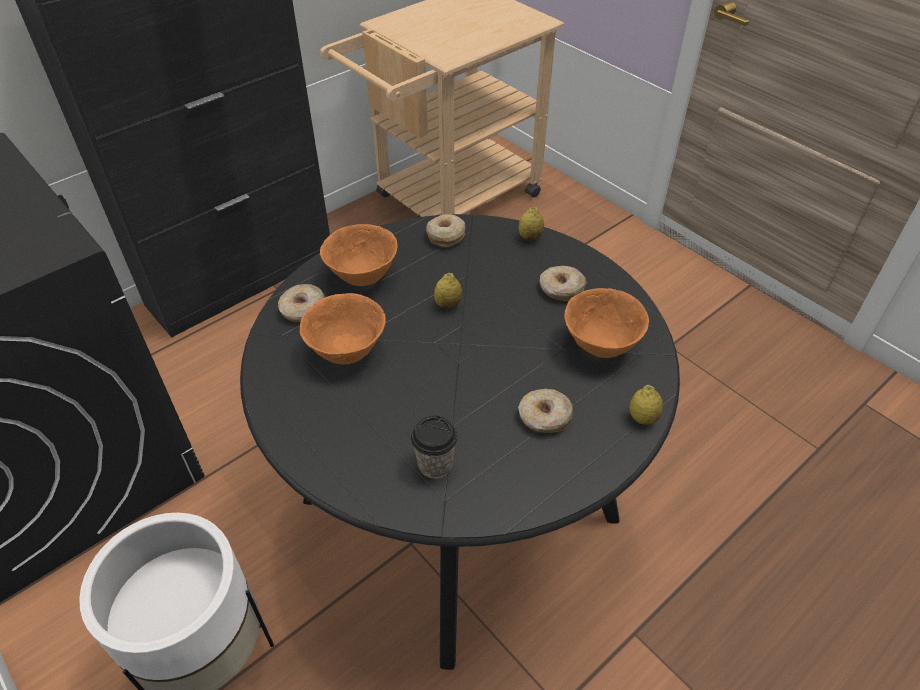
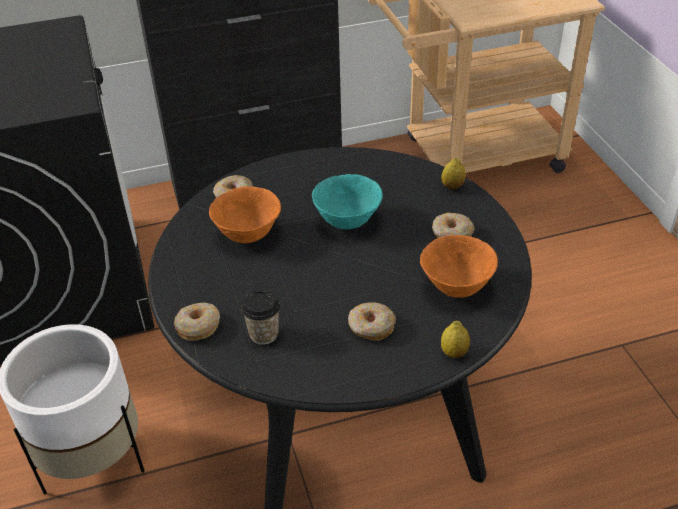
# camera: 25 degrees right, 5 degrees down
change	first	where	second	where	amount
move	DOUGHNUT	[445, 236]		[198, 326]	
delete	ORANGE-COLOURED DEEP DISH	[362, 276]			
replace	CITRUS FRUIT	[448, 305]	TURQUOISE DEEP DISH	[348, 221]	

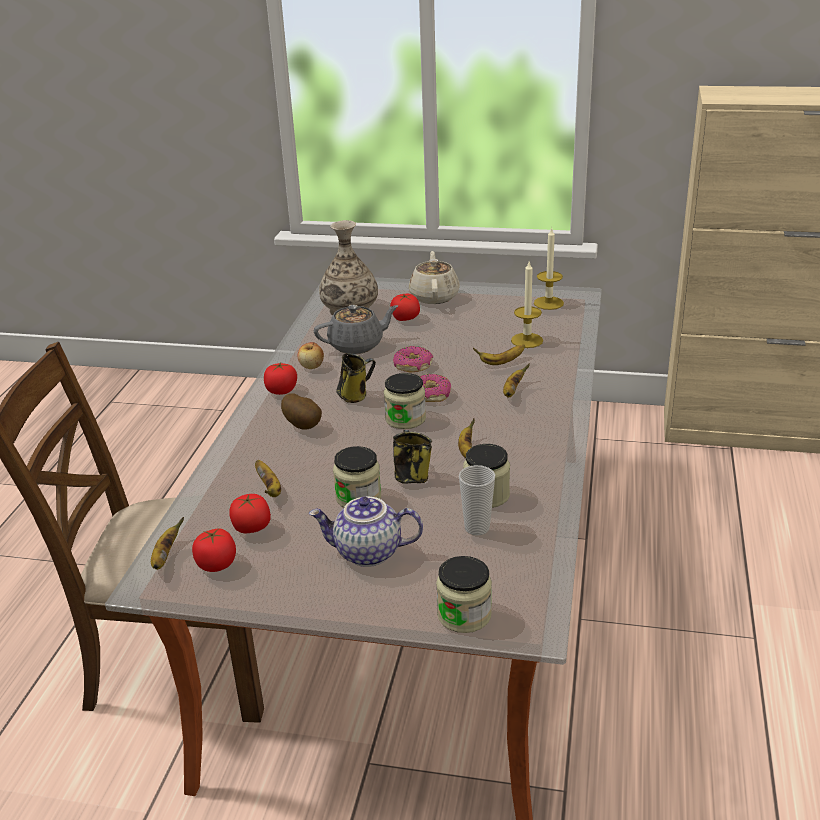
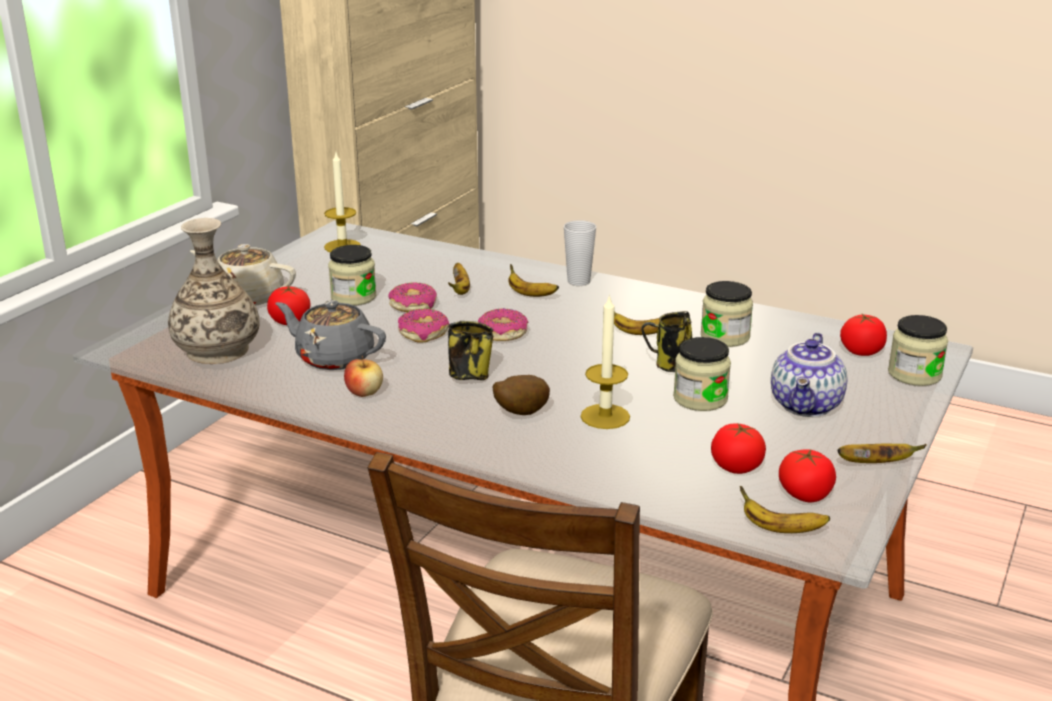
# camera: 75 degrees left, 5 degrees down
change	first	where	second	where	amount
move	WAX LIGHT	[527, 340]		[605, 416]	
rotate	GRAY TEA POT	[357, 345]		[333, 358]	60 degrees counterclockwise
move	FRESH TOMATO	[281, 390]		[861, 351]	
move	JAR	[405, 419]		[353, 297]	
move	BANANA FRUIT	[270, 489]		[875, 464]	
move	DRINKING CUP	[477, 528]		[578, 281]	
insert			DOUGHNUT	[413, 305]	

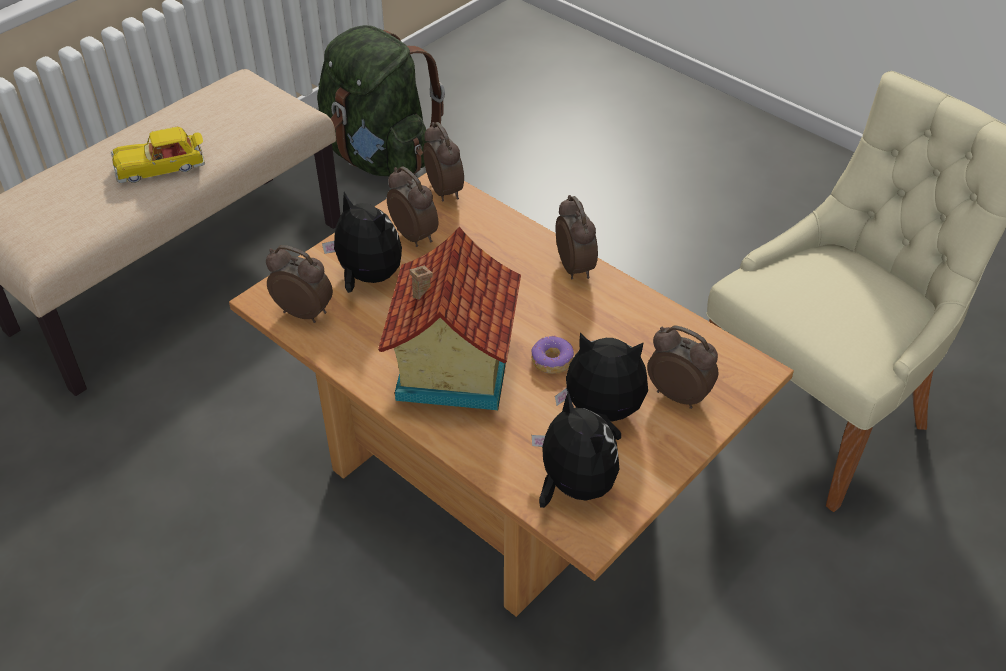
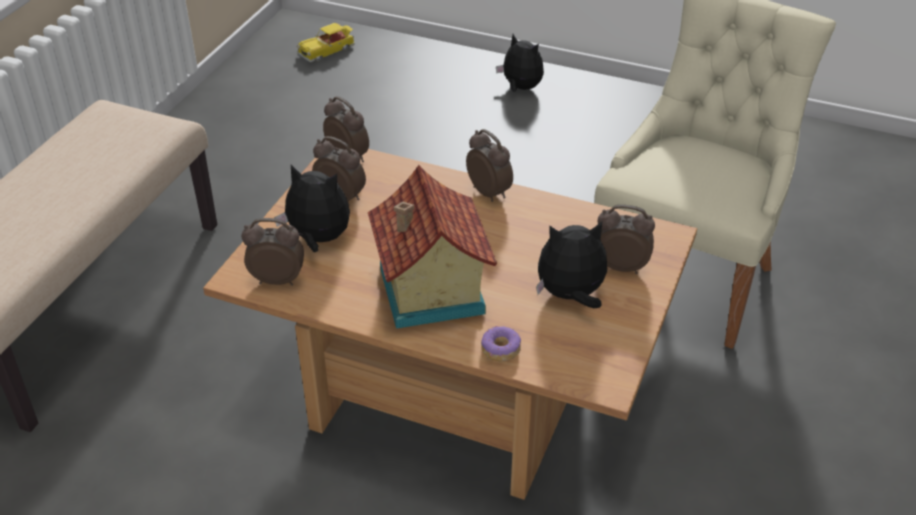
# camera: 20 degrees left, 5 degrees down
change	first	where	second	where	amount
delete	GREEN KNAPSACK	[380, 157]			
move	MODEL CAR	[162, 167]		[327, 50]	
move	DOUGHNUT	[551, 360]		[500, 349]	
move	SOFT TOY	[573, 486]		[520, 88]	

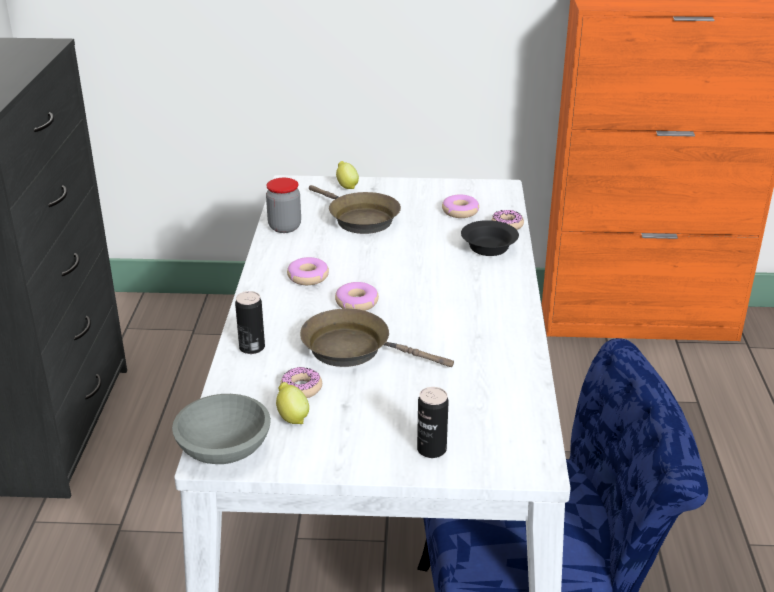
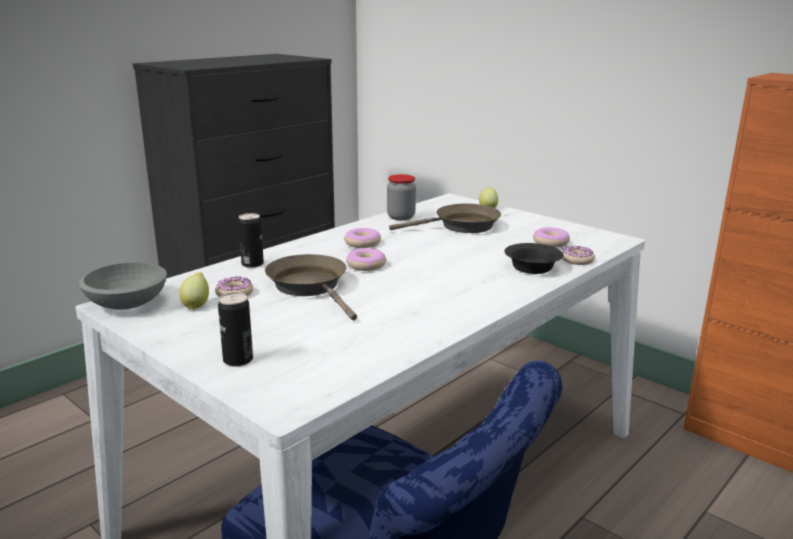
# camera: 40 degrees right, 10 degrees down
change	first	where	second	where	amount
rotate	BROWN PAN	[359, 219]		[461, 226]	105 degrees counterclockwise

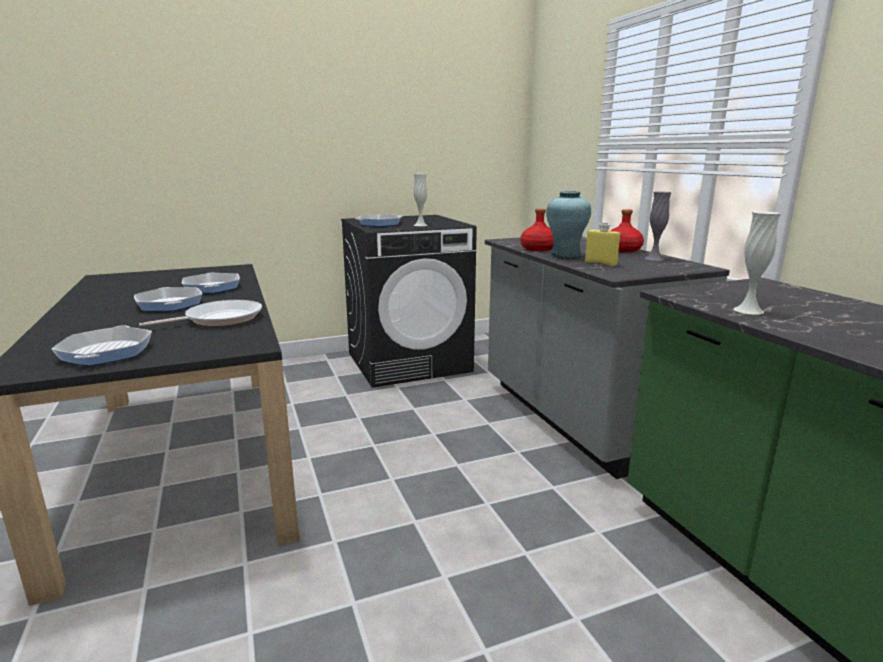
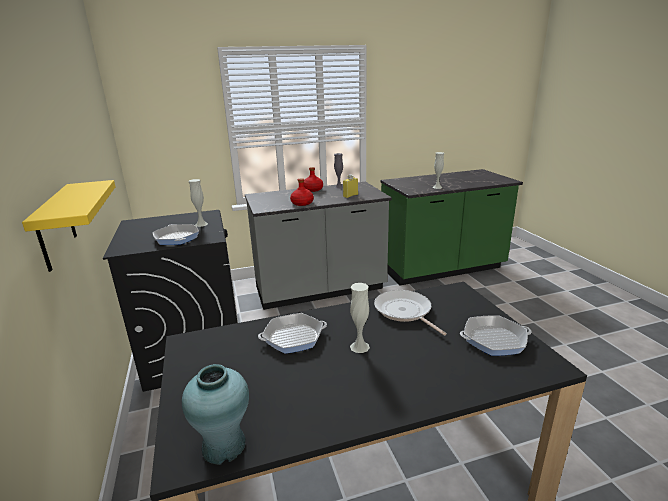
# camera: 85 degrees left, 5 degrees up
change	first	where	second	where	amount
move	TURQUOISE VASE	[565, 256]		[224, 446]	
replace	PAN	[170, 304]	WHITE VASE	[359, 347]	
insert			YELLOW WALL SHELF	[55, 226]	

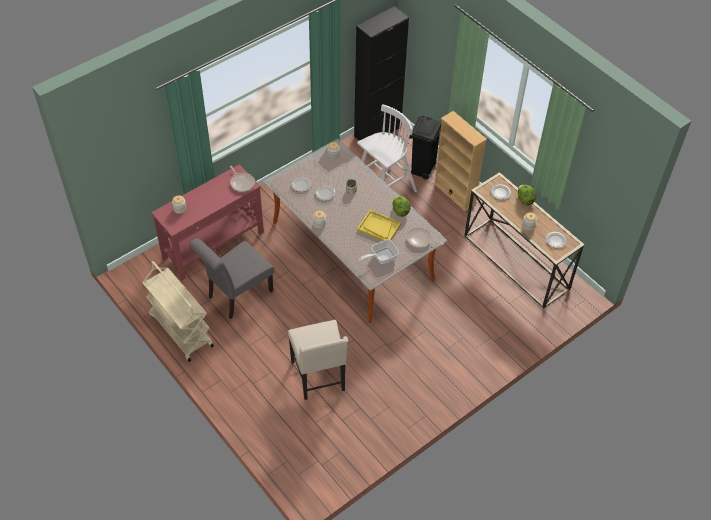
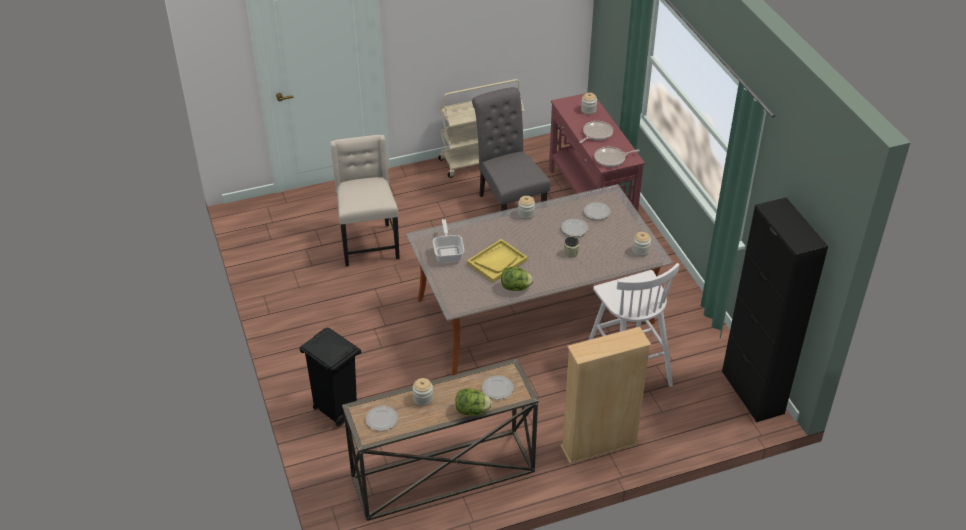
# camera: 110 degrees right, 10 degrees down
change	first	where	second	where	amount
move	BLACKISH TRASH CAN	[422, 170]		[336, 410]	
move	PAN	[420, 240]		[596, 134]	
rotate	BEIGE-COLOURED UPRIGHT CHAIR	[319, 377]		[368, 244]	75 degrees clockwise

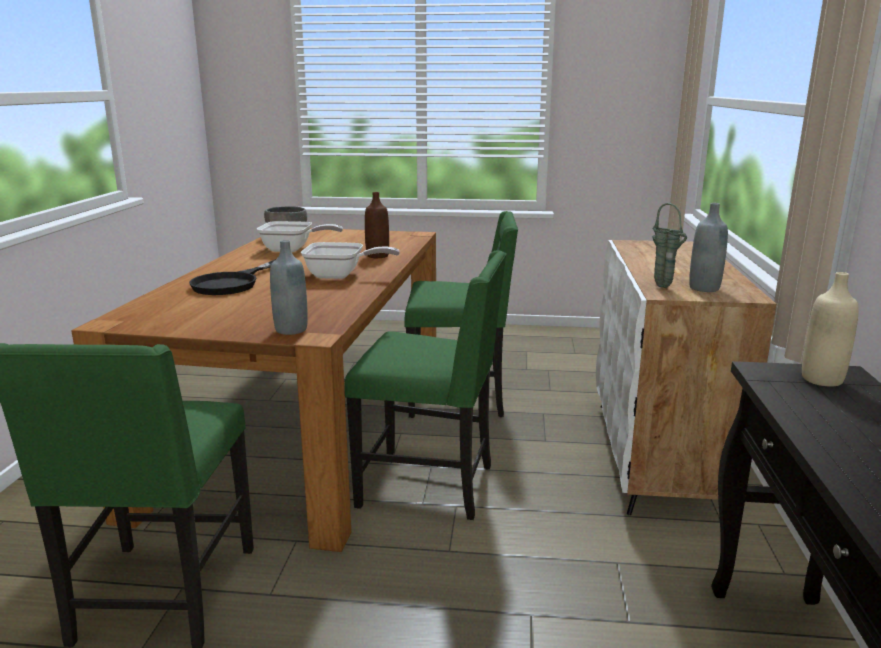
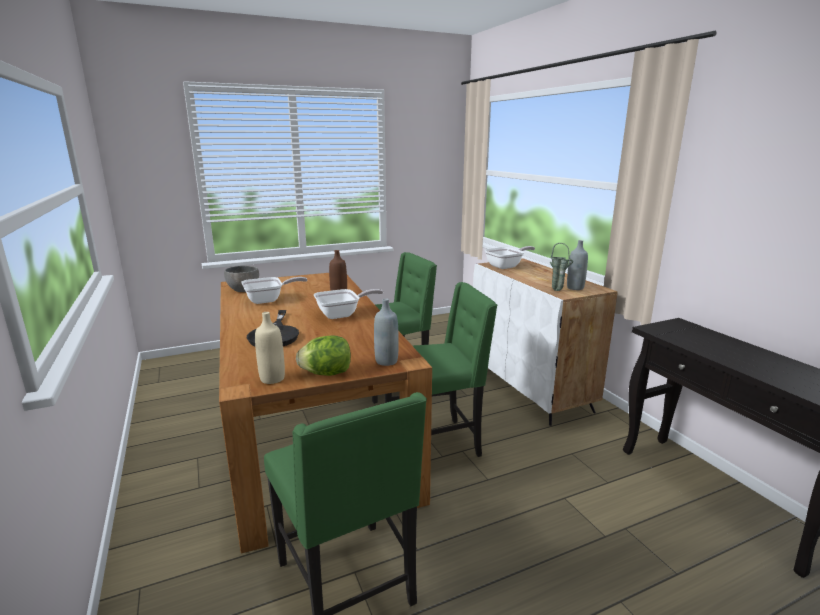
# camera: 30 degrees left, 0 degrees up
change	first	where	second	where	amount
move	BEIGE-COLOURED BEVERAGE BOTTLE	[822, 379]		[272, 378]	
insert			PAN	[506, 266]	
insert			LETTUCE HEAD	[327, 373]	

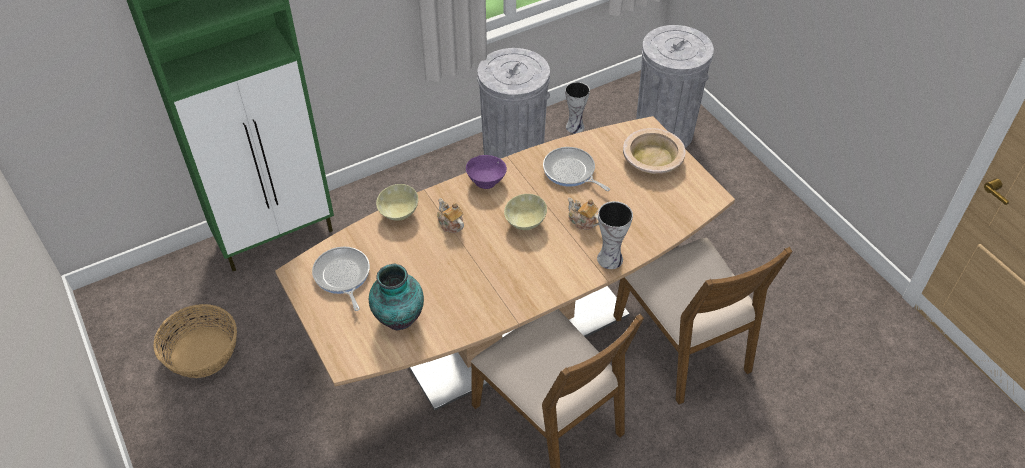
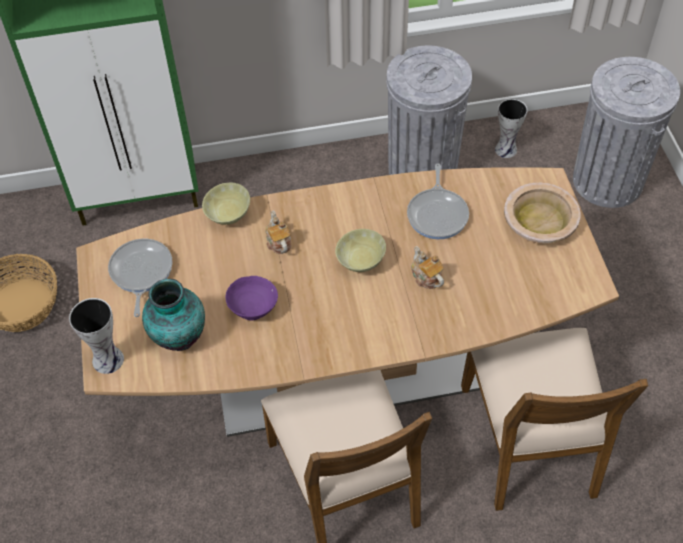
# camera: 20 degrees right, 5 degrees up
change	first	where	second	where	amount
rotate	PAN	[571, 172]		[438, 214]	150 degrees counterclockwise
move	PURPLISH DEEP DISH	[487, 181]		[254, 309]	
move	VASE	[610, 258]		[109, 358]	

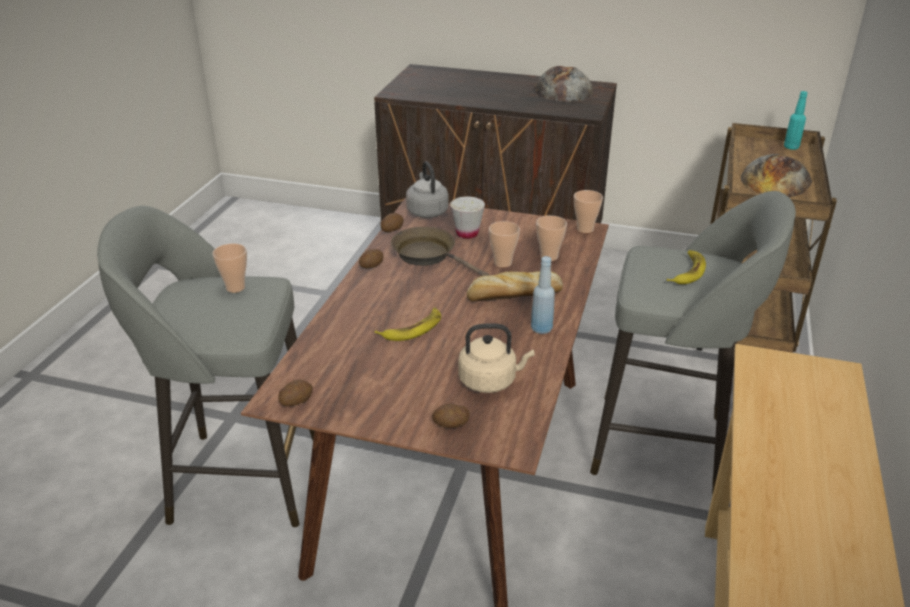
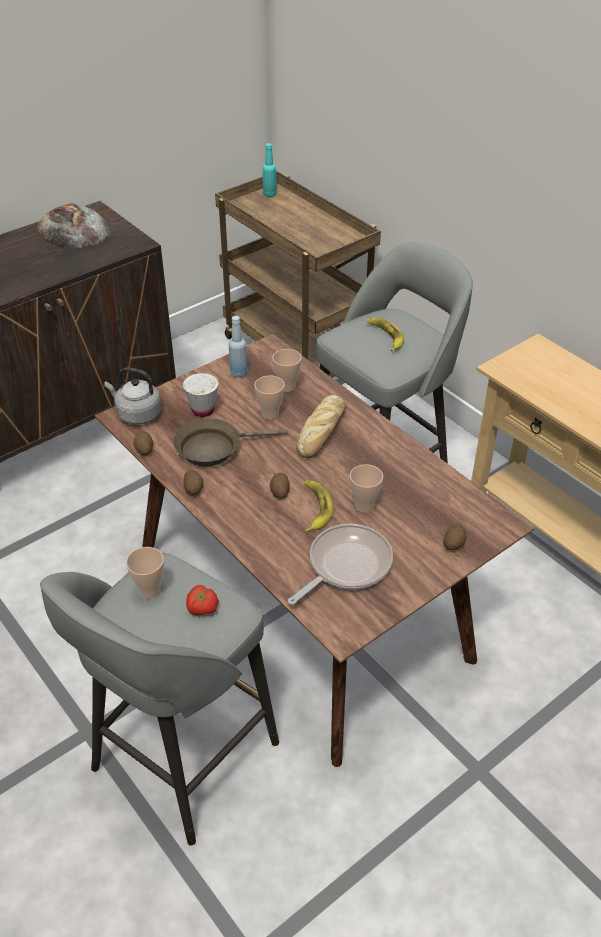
# camera: 55 degrees left, 10 degrees up
change	first	where	second	where	amount
delete	BREAD	[776, 180]			
move	DRINKING CUP	[585, 229]		[364, 506]	
move	BLUE-COLOURED BEVERAGE BOTTLE	[541, 329]		[239, 373]	
delete	BEIGE-COLOURED KETTLE	[490, 381]			
move	SPUD	[296, 401]		[279, 491]	
insert			PAN	[346, 565]	
insert			FRESH TOMATO	[202, 608]	

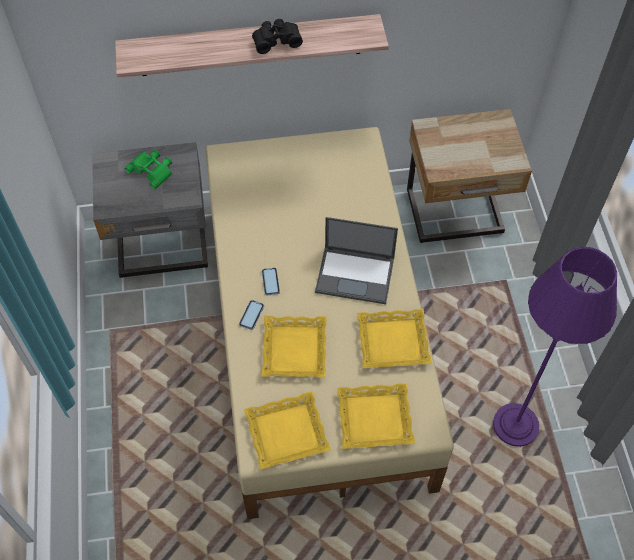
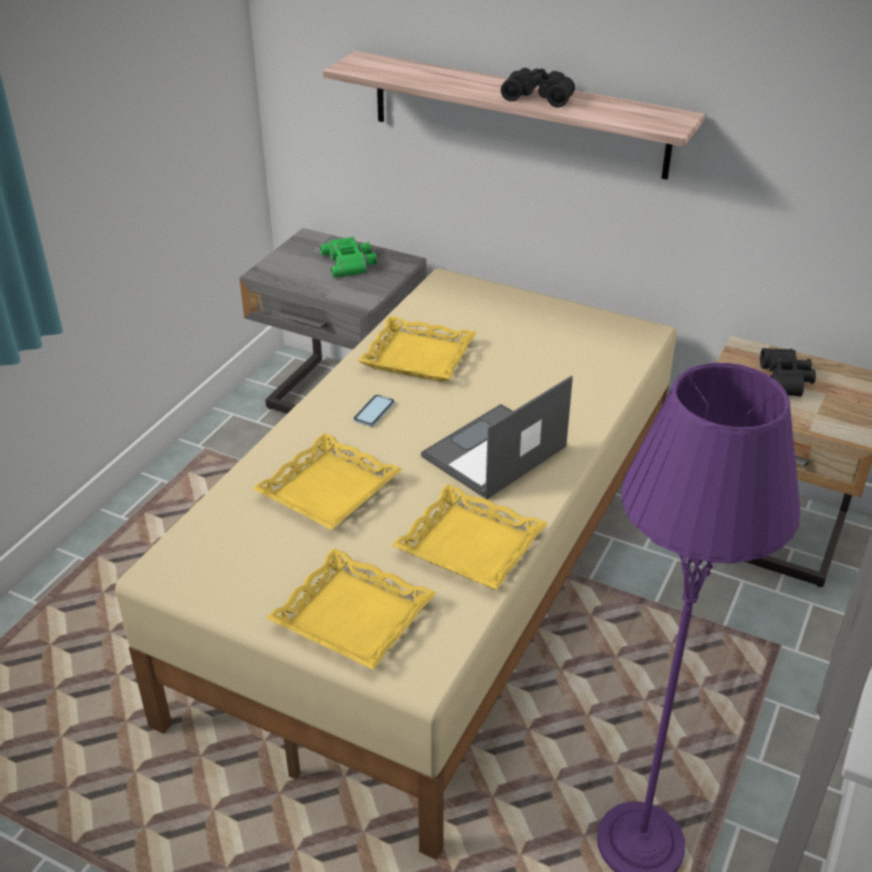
# camera: 35 degrees right, 20 degrees down
change	first	where	second	where	amount
rotate	NOTEBOOK COMPUTER	[356, 275]		[493, 453]	90 degrees clockwise
delete	PHONE	[251, 315]			
move	YELLOW TRAY	[287, 432]		[419, 356]	
insert			BLACKISH BINOCULARS	[786, 380]	

